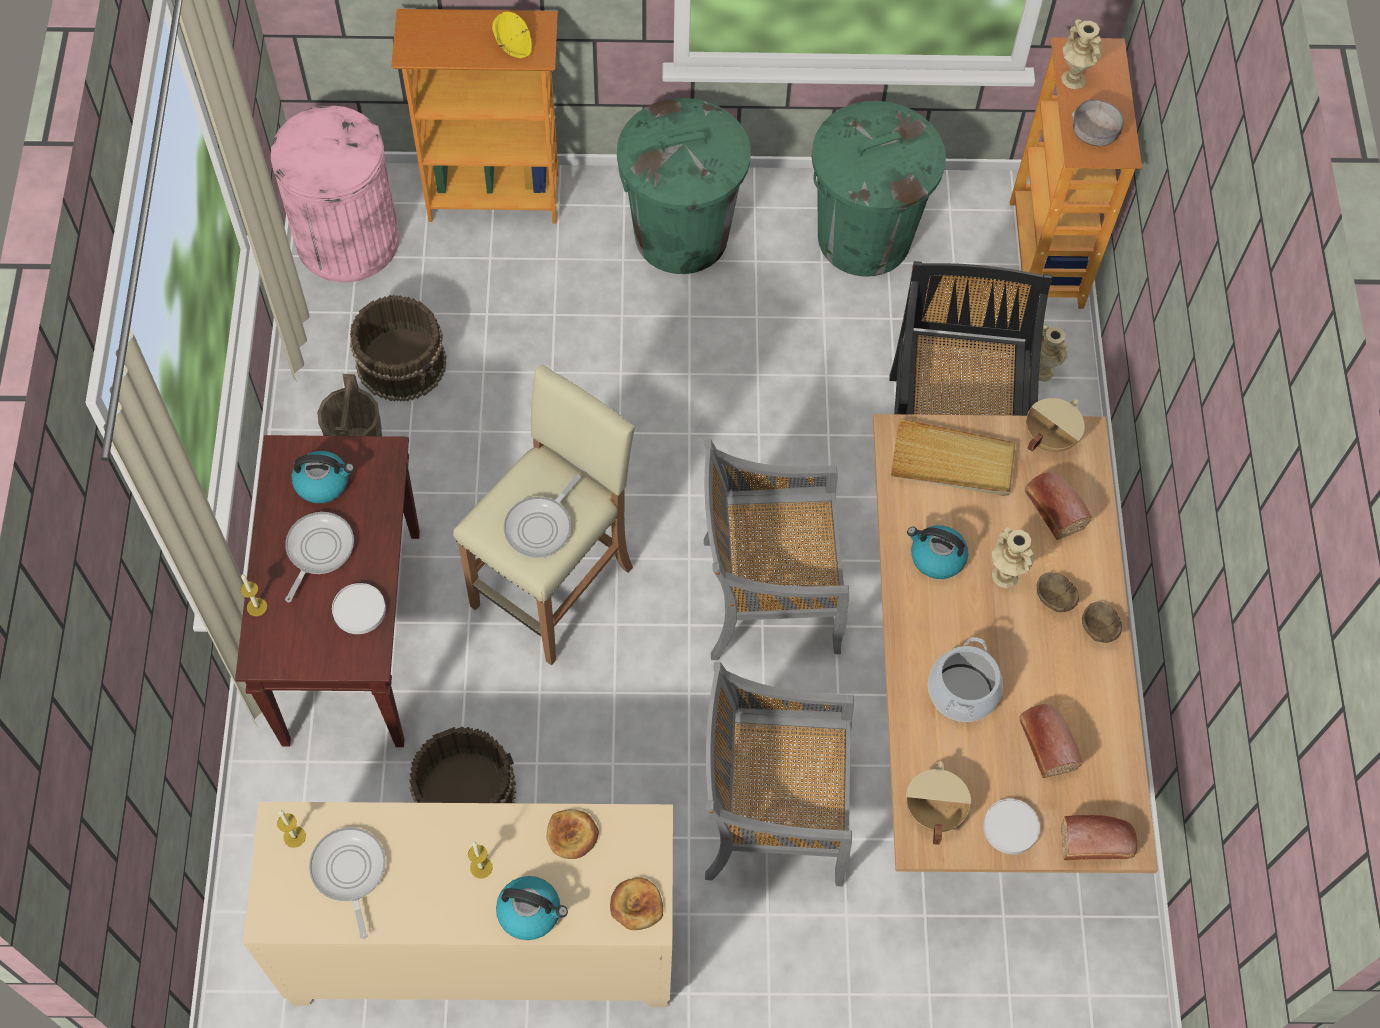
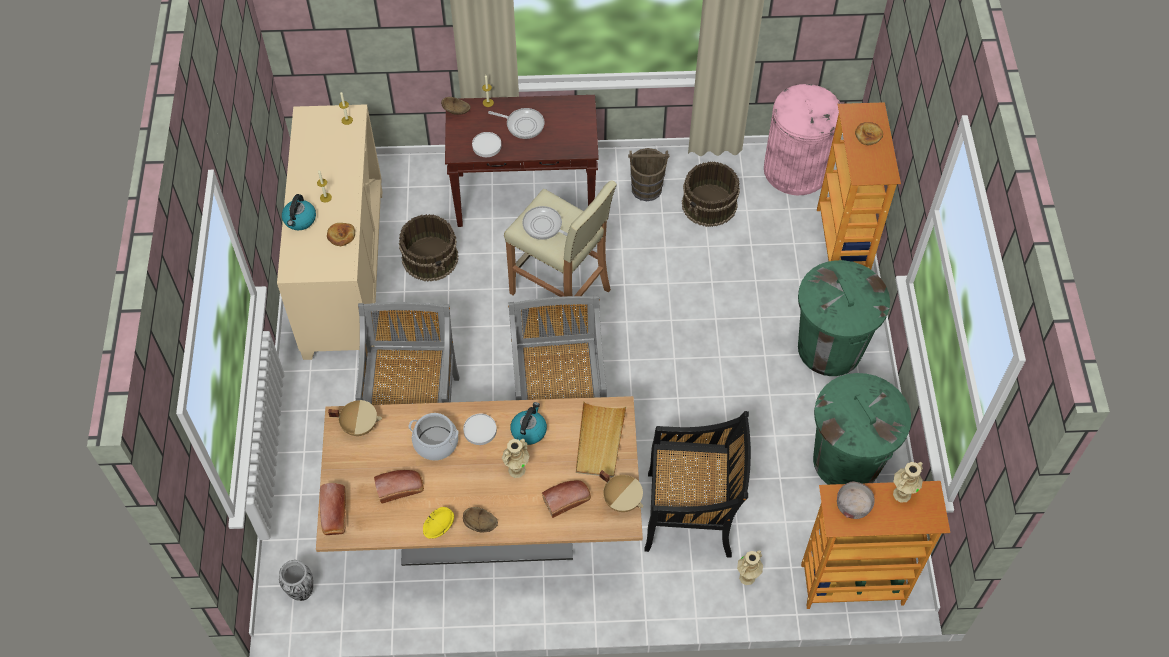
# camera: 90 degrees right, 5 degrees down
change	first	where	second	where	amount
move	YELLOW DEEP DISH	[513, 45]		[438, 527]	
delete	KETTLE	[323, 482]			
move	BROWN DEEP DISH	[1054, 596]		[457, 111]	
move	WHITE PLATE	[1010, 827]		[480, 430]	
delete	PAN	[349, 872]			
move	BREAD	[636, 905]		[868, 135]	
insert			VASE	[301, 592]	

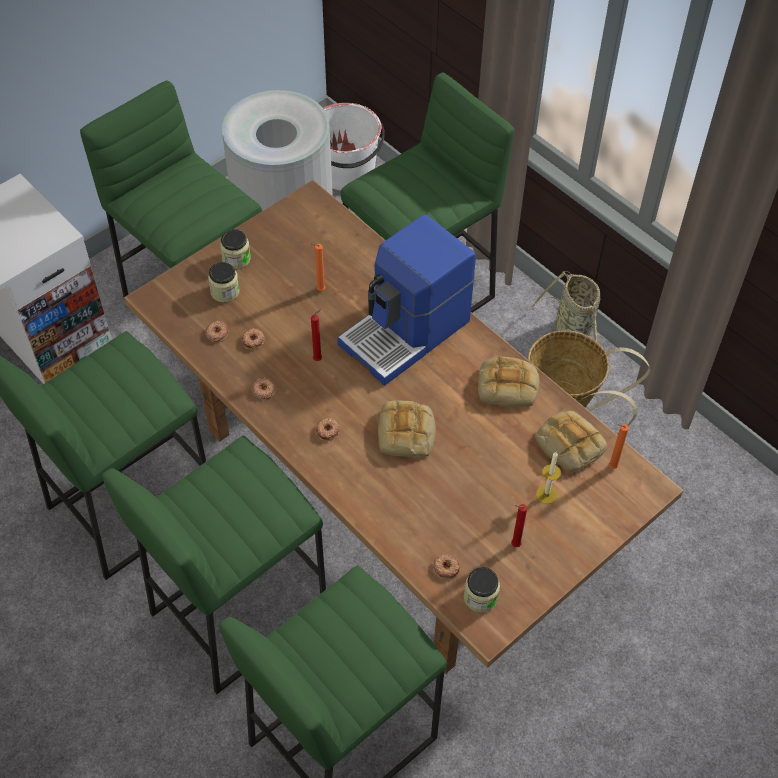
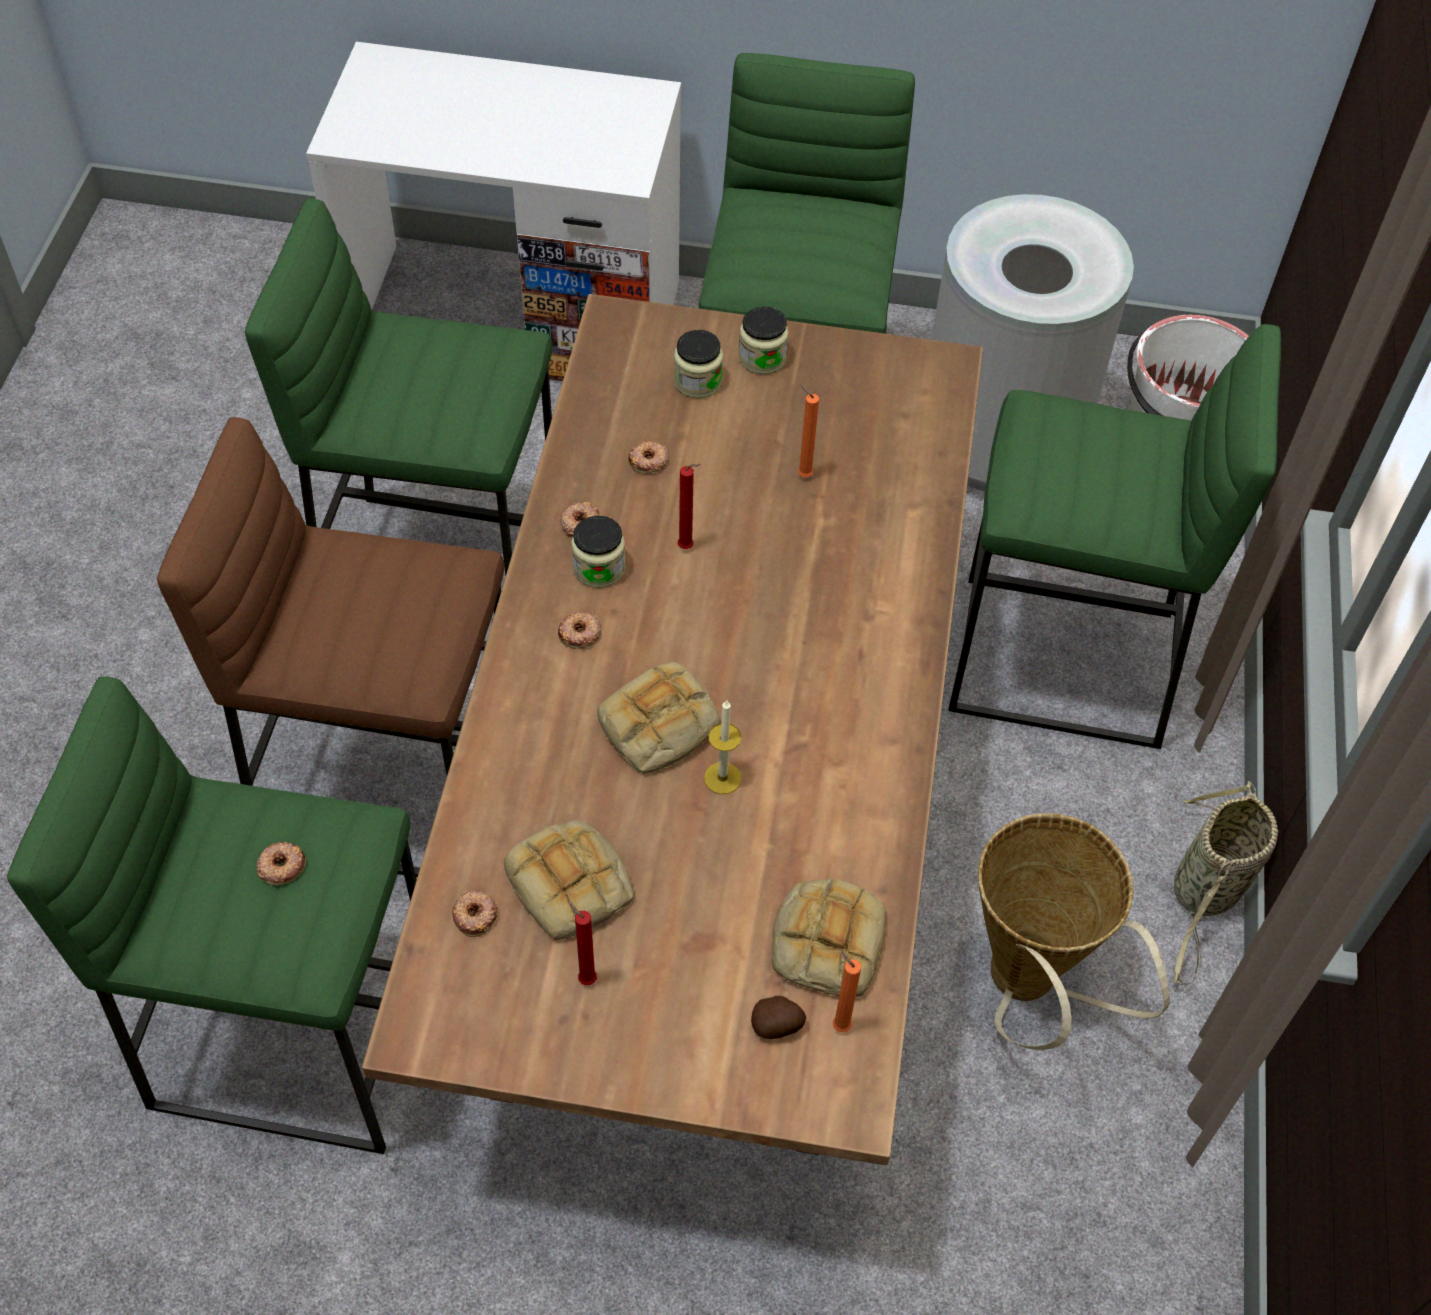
# camera: 50 degrees right, 0 degrees up
change	first	where	second	where	amount
delete	COFFEE BREWER	[407, 333]			
move	DOUGHNUT	[217, 333]		[281, 865]	
move	BREAD	[508, 385]		[572, 885]	
recolor	GREEN SITTING STOOL	[238, 609]	BROWN SITTING STOOL	[391, 788]	
move	WAX LIGHT	[546, 494]		[722, 778]	
move	JAR	[480, 597]		[599, 568]	
insert			SPUD	[777, 1026]	

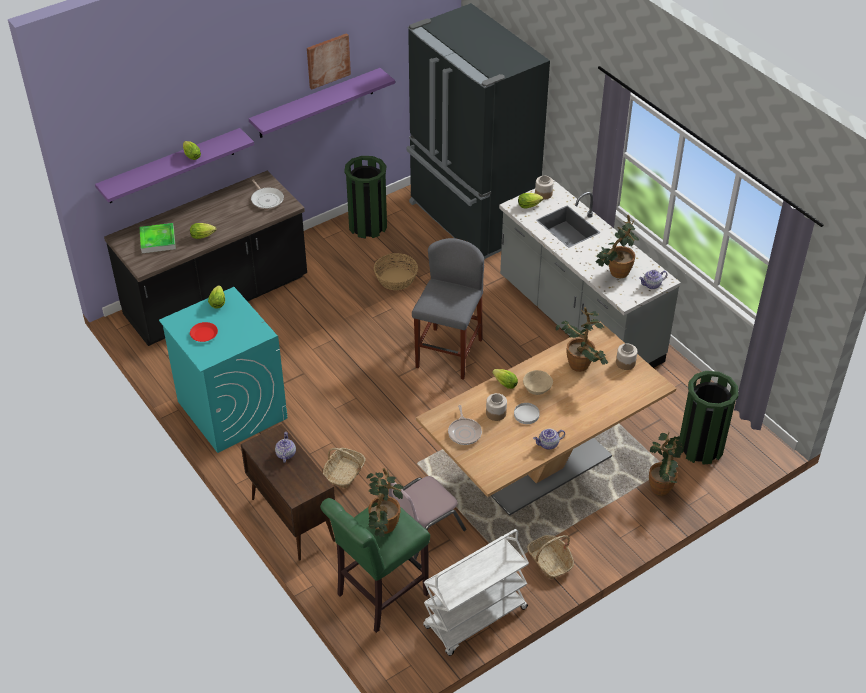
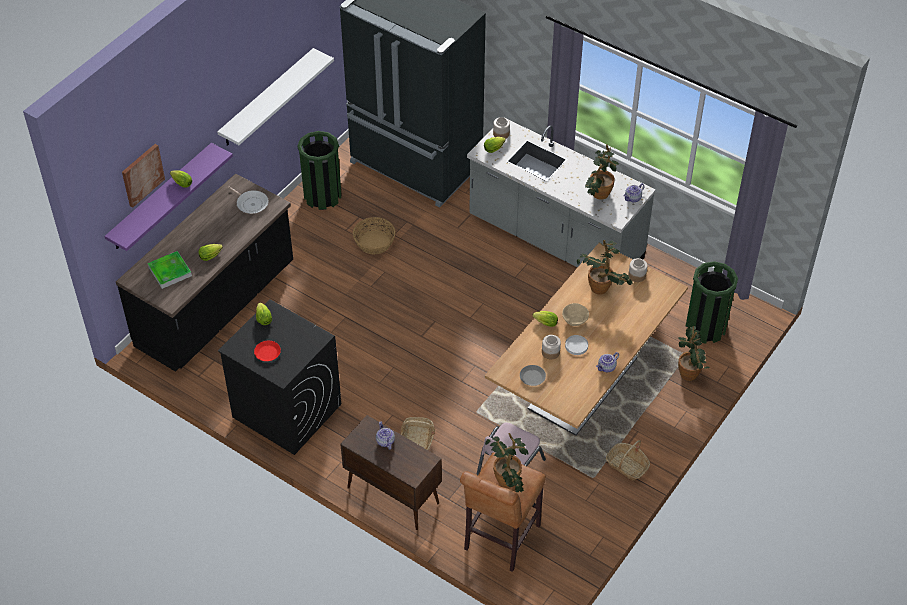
# camera: 20 degrees left, 5 degrees up
change	first	where	second	where	amount
move	WALL ART	[328, 60]		[142, 174]	
recolor	PURPLISH WALL SHELF	[316, 103]	WHITE WALL SHELF	[267, 98]	
delete	GRAY SITTING STOOL	[449, 353]			
recolor	TURQUOISE LAUNDRY APPLIANCE	[231, 409]	BLACKISH LAUNDRY APPLIANCE	[286, 410]	
replace	PAN	[464, 432]	GRAY PLATE	[532, 377]	
recolor	GREEN SITTING STOOL	[378, 597]	BROWN SITTING STOOL	[499, 540]	
delete	WHITE CART	[475, 619]			

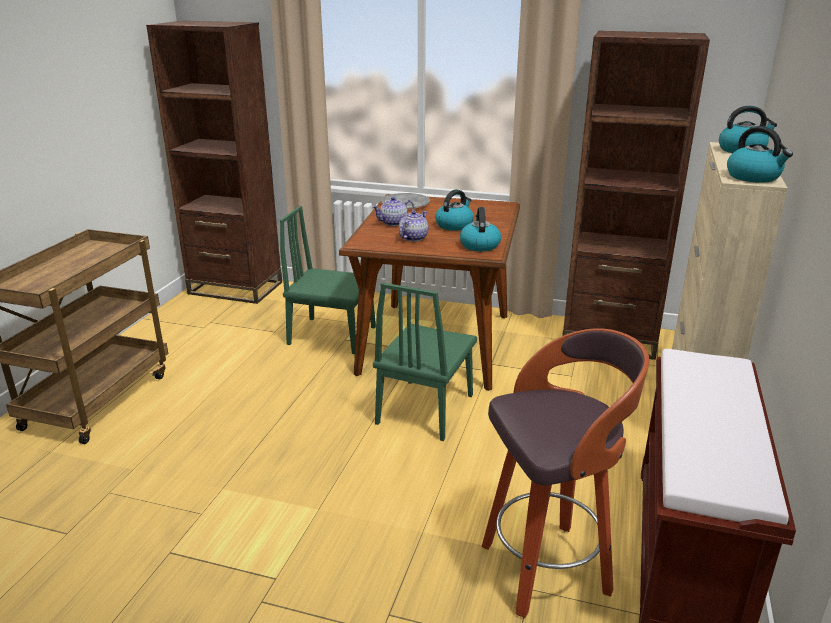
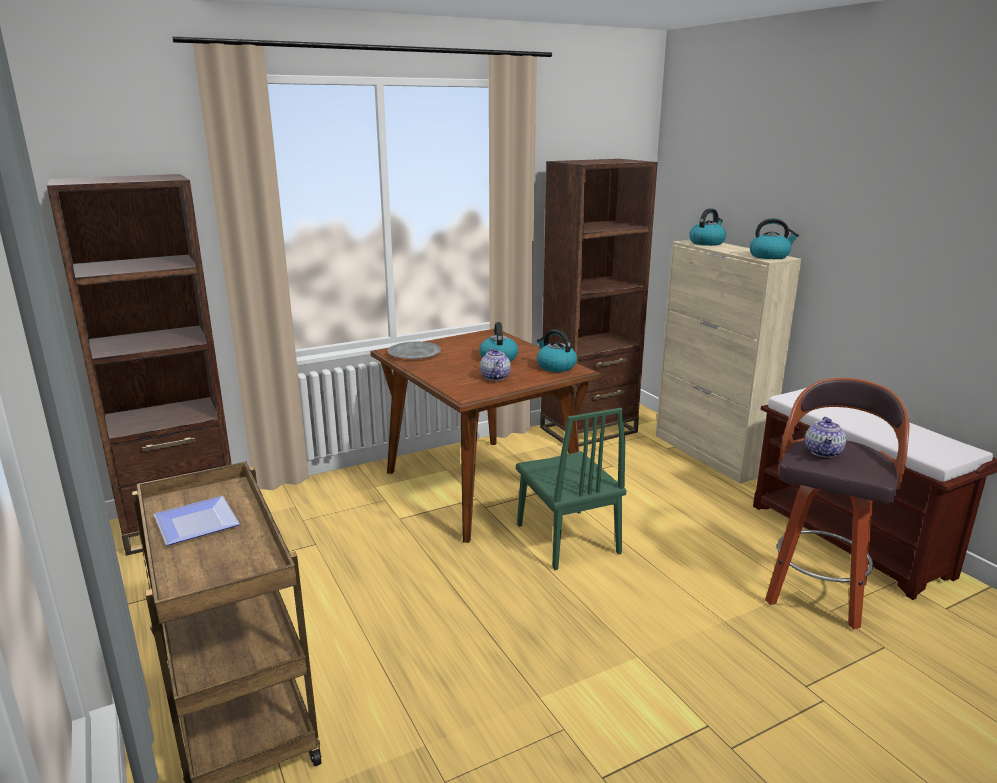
# camera: 45 degrees left, 5 degrees down
change	first	where	second	where	amount
move	TEA POT	[394, 223]		[823, 452]	
delete	GREEN UPRIGHT CHAIR	[332, 335]			
insert			PLATE	[195, 525]	

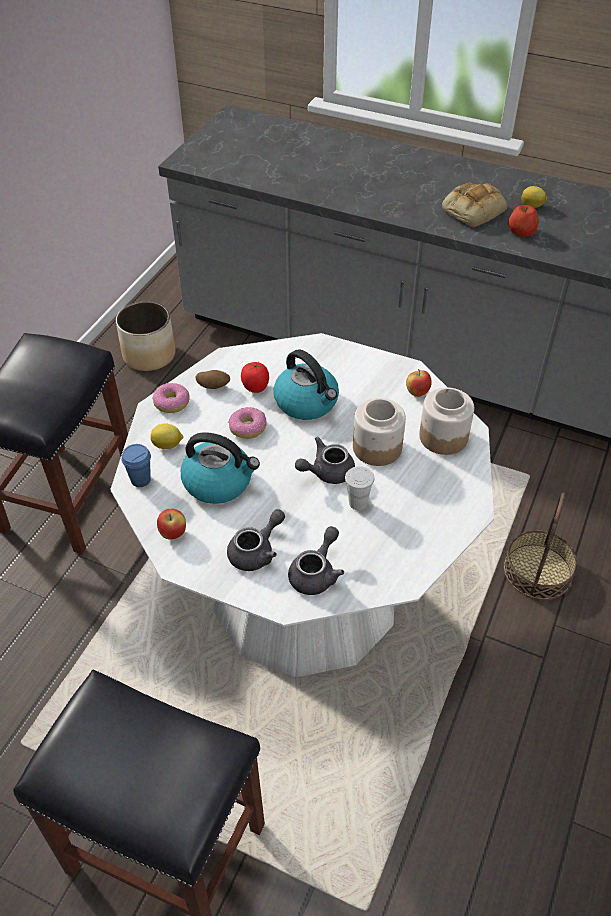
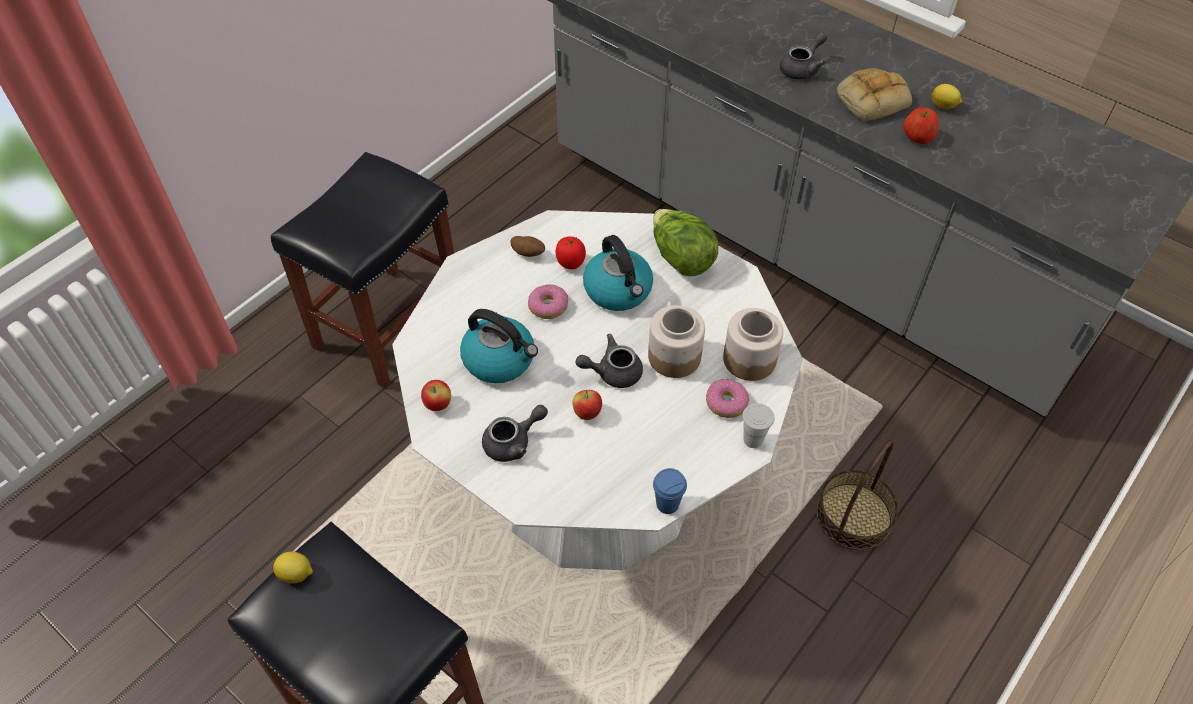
# camera: 15 degrees right, 5 degrees up
change	first	where	second	where	amount
delete	PLANT POT	[149, 355]			
move	APPLE	[417, 393]		[587, 414]	
move	DOUGHNUT	[172, 403]		[726, 403]	
move	CITRUS FRUIT	[168, 445]		[296, 574]	
move	BLUE-COLOURED DRINKING CUP	[141, 480]		[667, 504]	
move	WHITE DRINKING CUP	[357, 503]		[753, 440]	
move	GRAY TEA POT	[316, 573]		[802, 68]	
insert			LETTUCE HEAD	[681, 259]	

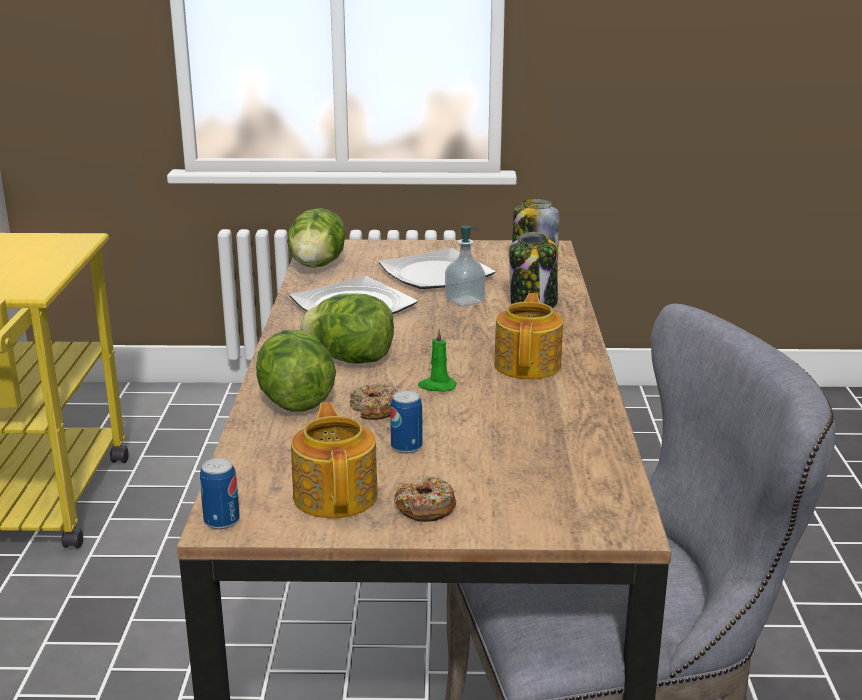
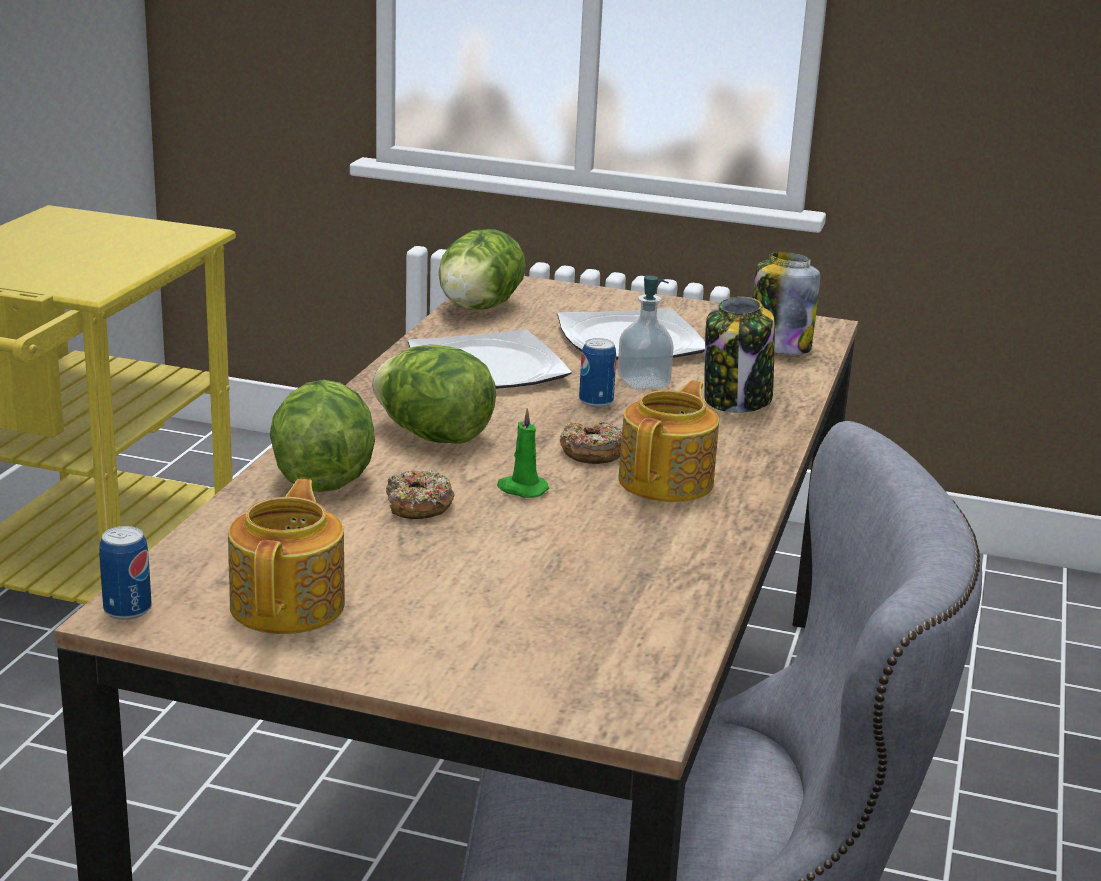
# camera: 15 degrees right, 0 degrees up
change	first	where	second	where	amount
move	CAN	[406, 447]		[596, 401]	
move	DOUGHNUT	[425, 508]		[591, 453]	

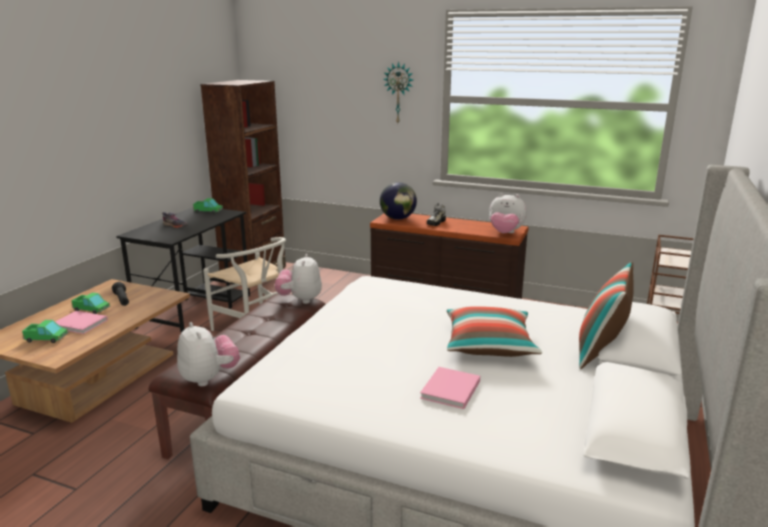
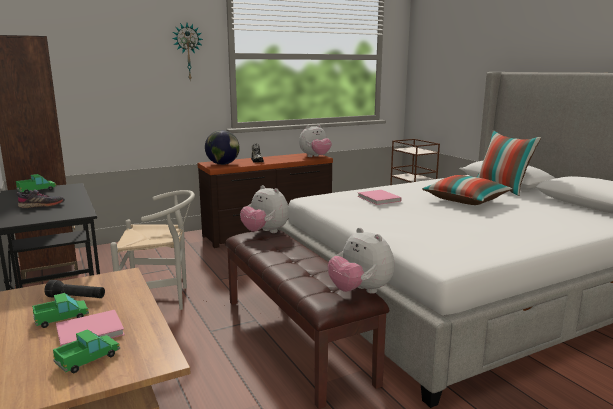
# camera: 50 degrees left, 5 degrees down
change	first	where	second	where	amount
rotate	SOFT TOY	[209, 378]		[360, 291]	135 degrees counterclockwise
move	PINKISH BOOK	[450, 390]		[379, 199]	

